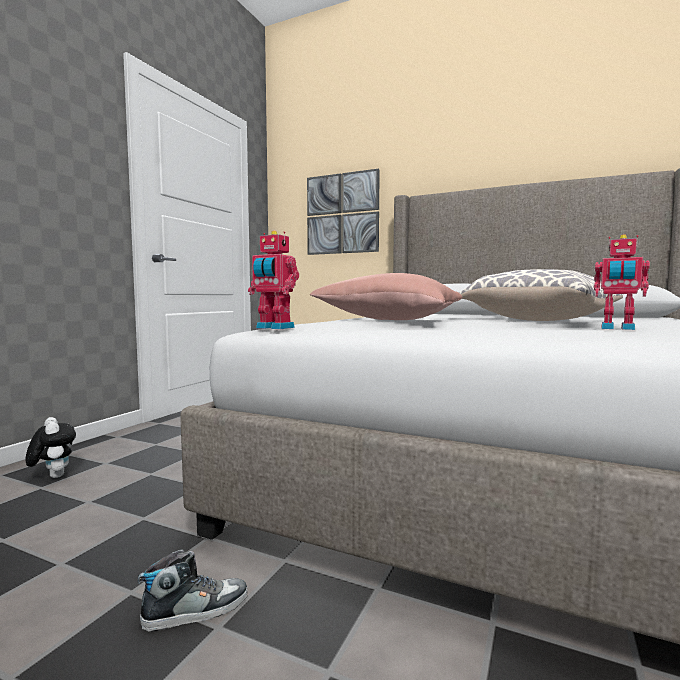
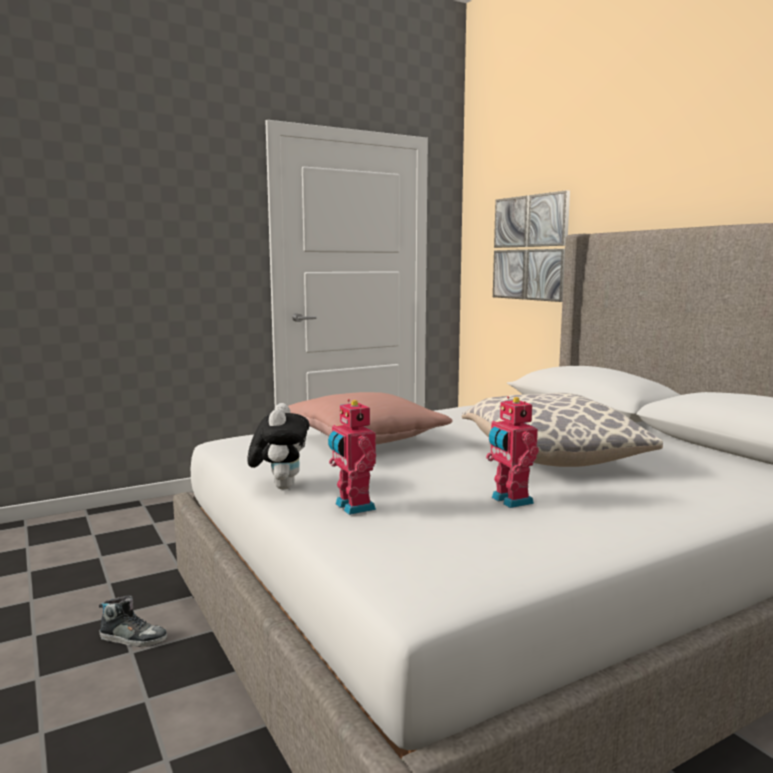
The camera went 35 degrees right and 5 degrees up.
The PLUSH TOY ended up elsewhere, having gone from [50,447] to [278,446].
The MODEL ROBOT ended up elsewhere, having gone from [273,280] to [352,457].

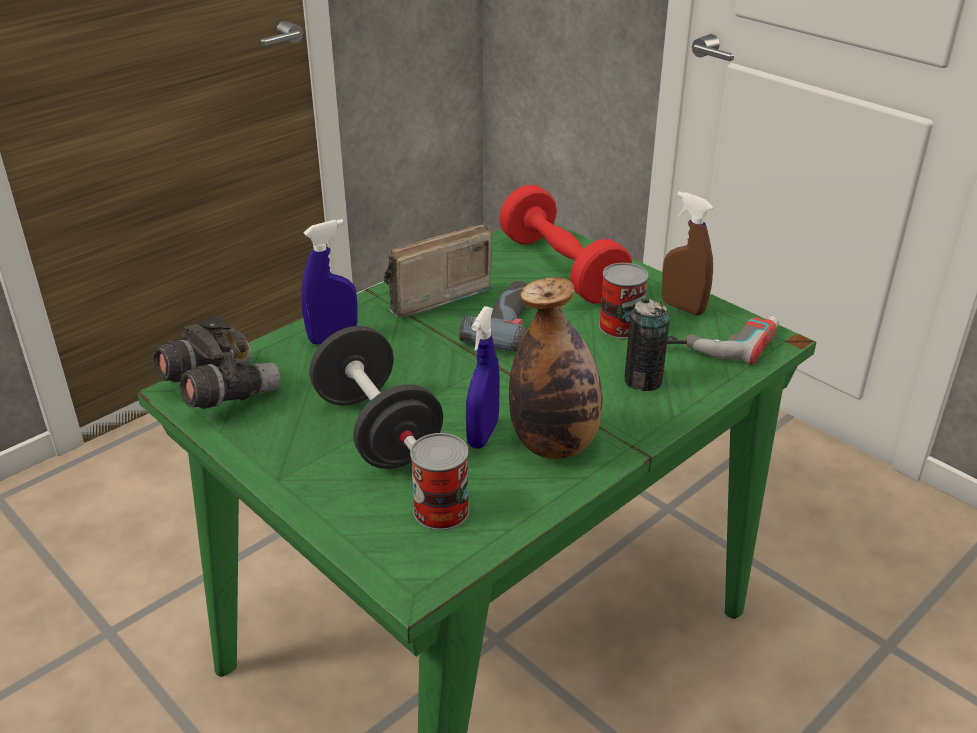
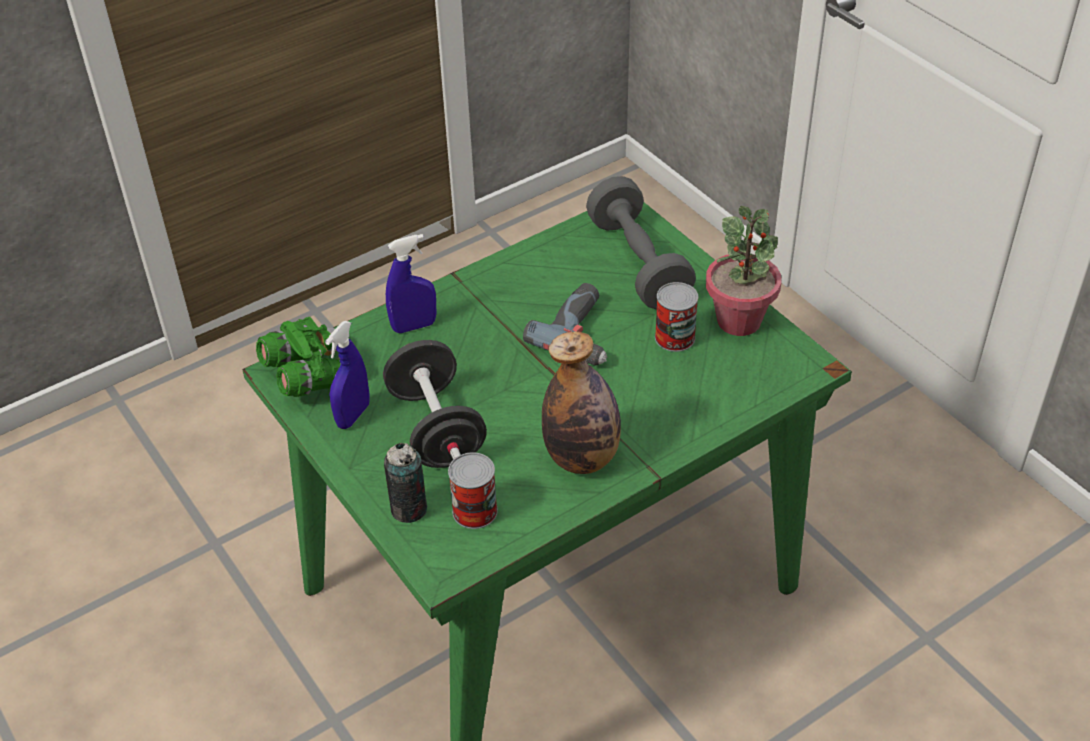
The camera went 10 degrees right and 10 degrees up.
What was the GRAY PAIR OF BINOCULARS at [217,362] turned into the GREENISH PAIR OF BINOCULARS at [298,357].
The BLUE-COLOURED SPRAYER ended up elsewhere, having gone from [483,377] to [347,375].
The METAL CAN ended up elsewhere, having gone from [647,345] to [405,483].
What was the RED FREE WEIGHT at [565,244] turned into the GRAY FREE WEIGHT at [641,242].
Where the BROWNISH SPRAYER stood at [687,253], the HOUSEPLANT came to stand at [743,271].
The second view lost the RADIO at [438,271].
The second view lost the DRILL at [723,340].

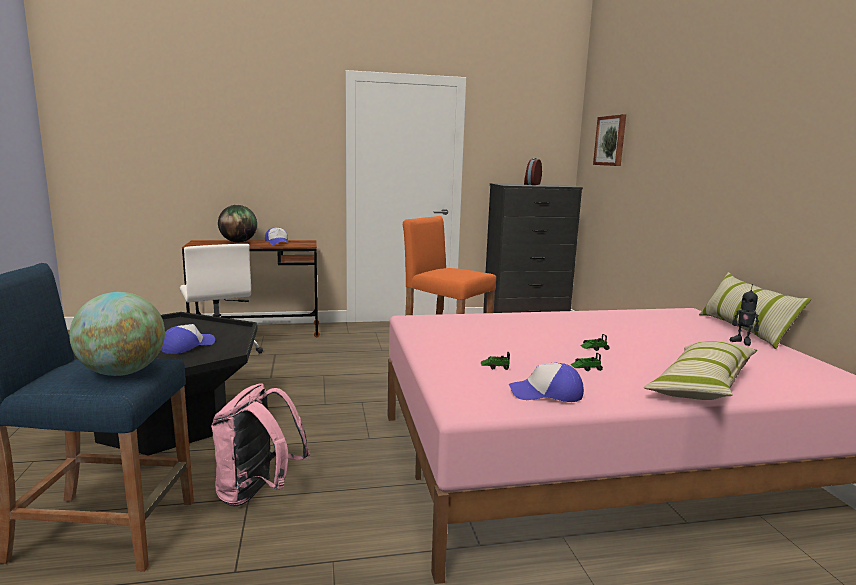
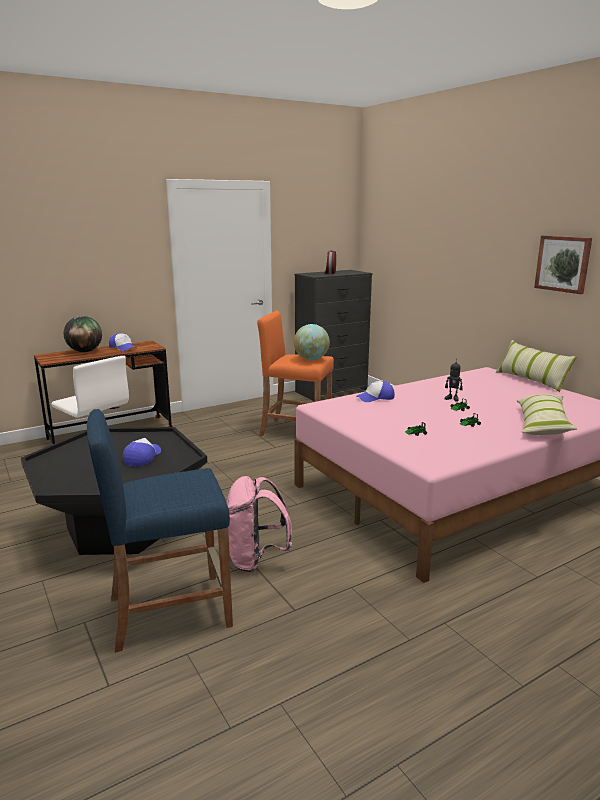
The camera went 20 degrees left and 5 degrees up.
The GLOBE ended up elsewhere, having gone from [117,334] to [312,342].
The CAP ended up elsewhere, having gone from [546,382] to [375,391].
The MODEL ROBOT ended up elsewhere, having gone from [744,315] to [454,382].
The WALL ART ended up elsewhere, having gone from [609,140] to [563,264].

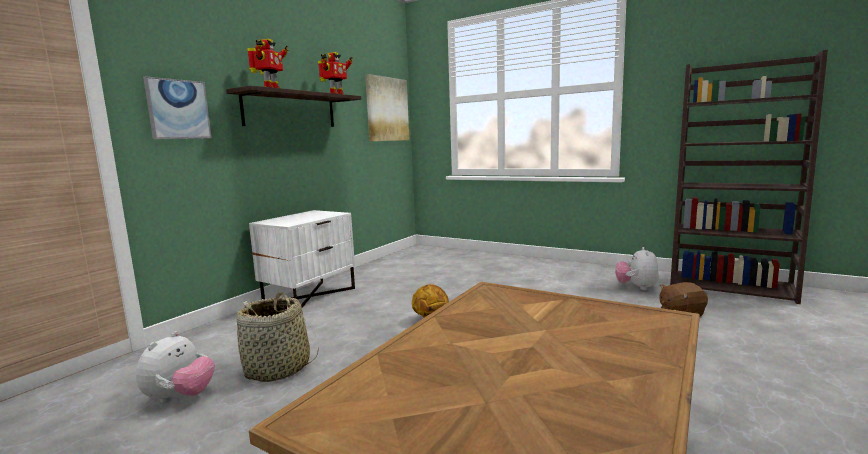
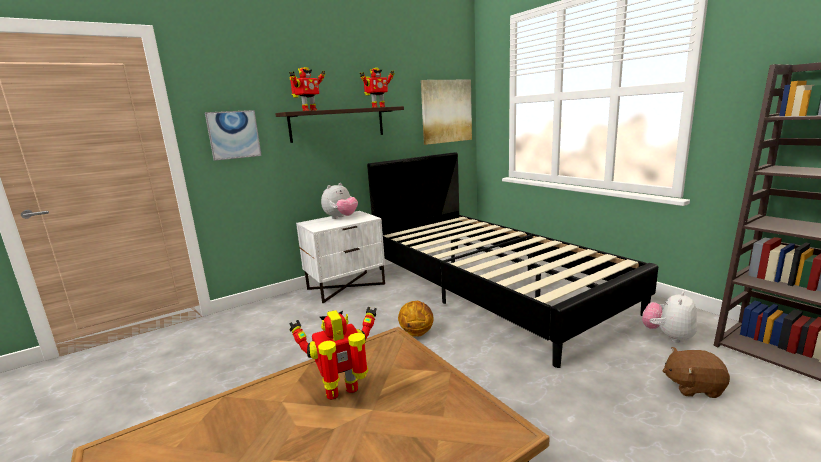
The camera went 25 degrees right and 5 degrees up.
The second view gained the MODEL ROBOT at [333,353].
The PLUSH TOY ended up elsewhere, having gone from [175,367] to [339,201].
The second view gained the BLACKISH SLEEPING BED at [512,260].
The second view lost the STORAGE BASKET at [277,337].

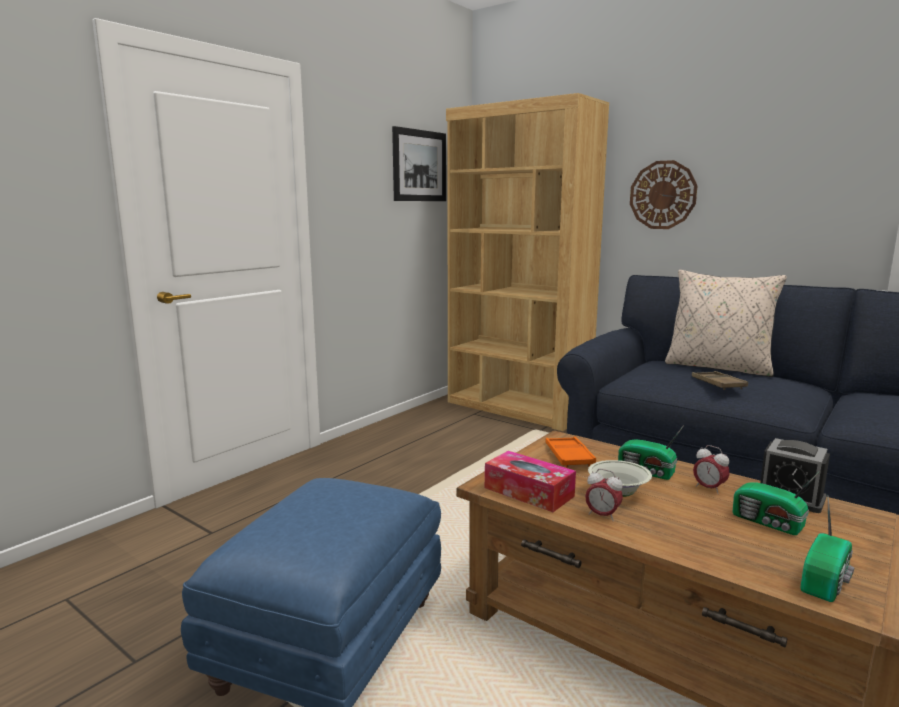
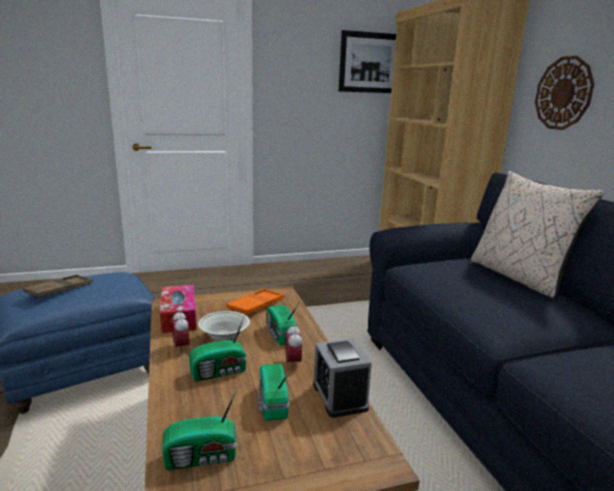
The camera went 35 degrees right and 5 degrees up.
The BROWNISH CARRYING TRAY ended up elsewhere, having gone from [720,380] to [58,286].
The second view gained the RADIO at [218,348].

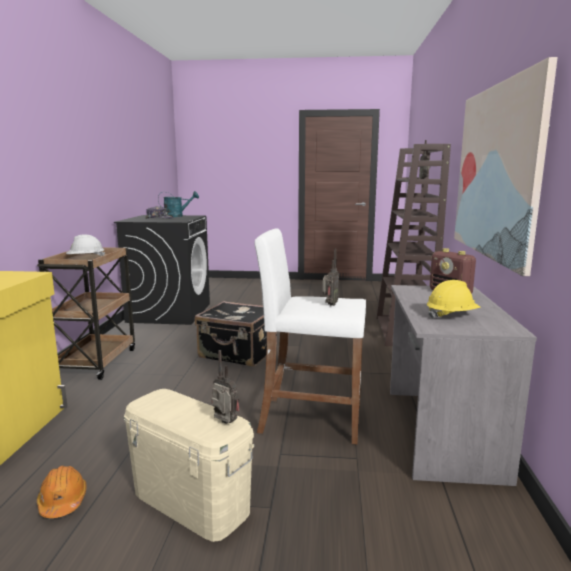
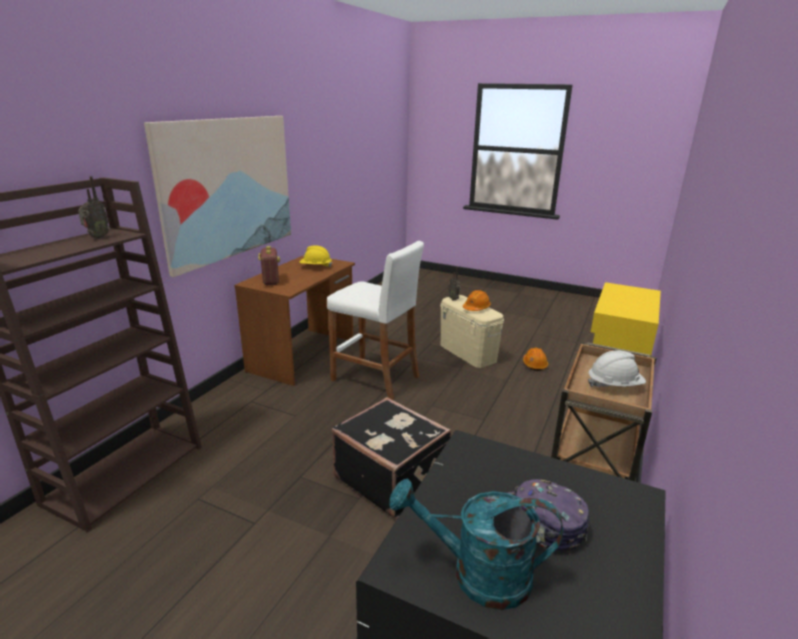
The camera went 160 degrees left and 10 degrees up.
What was the GRAY DESK TABLE at [463,385] turned into the BROWNISH DESK TABLE at [294,320].
The second view gained the ORANGE-COLOURED HARD HAT at [477,300].
The second view lost the RADIO at [330,277].

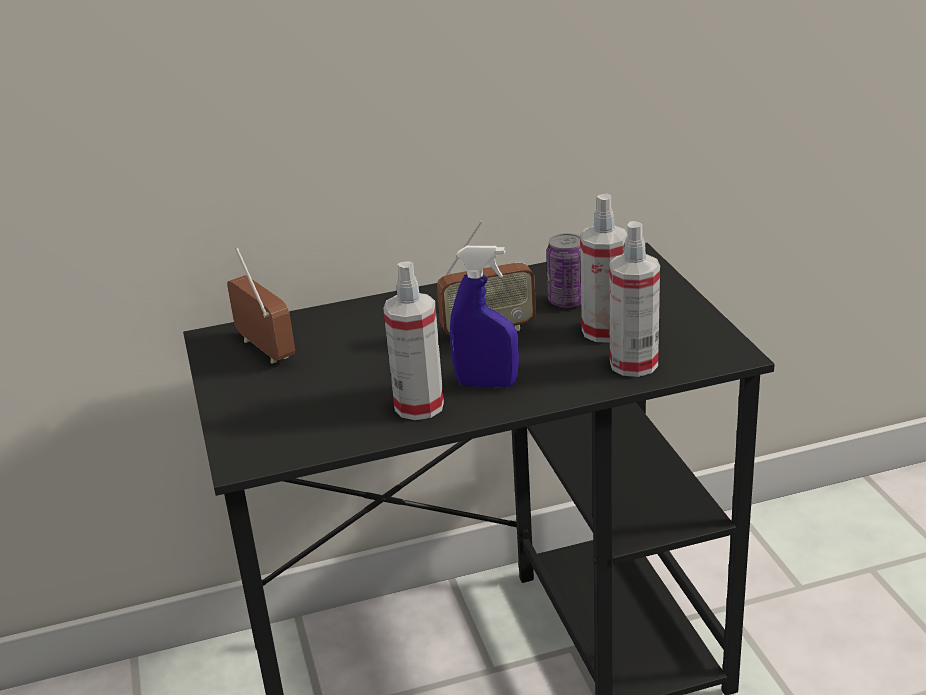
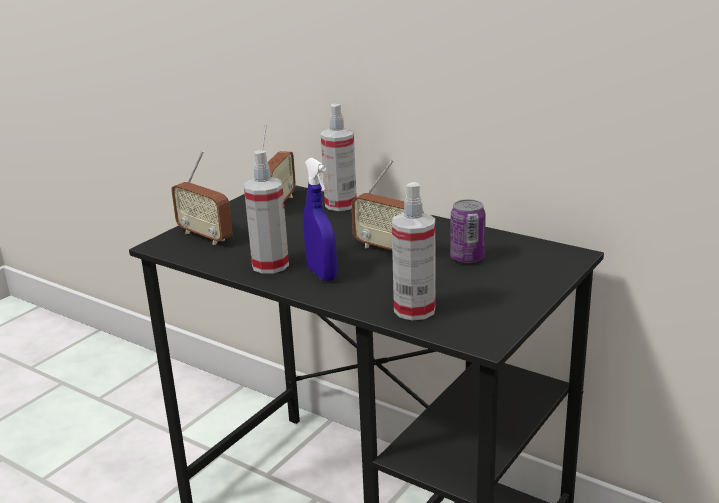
The camera went 50 degrees right and 5 degrees down.
The second view gained the RADIO at [202,197].
The SPRAYER ended up elsewhere, having gone from [603,268] to [339,157].

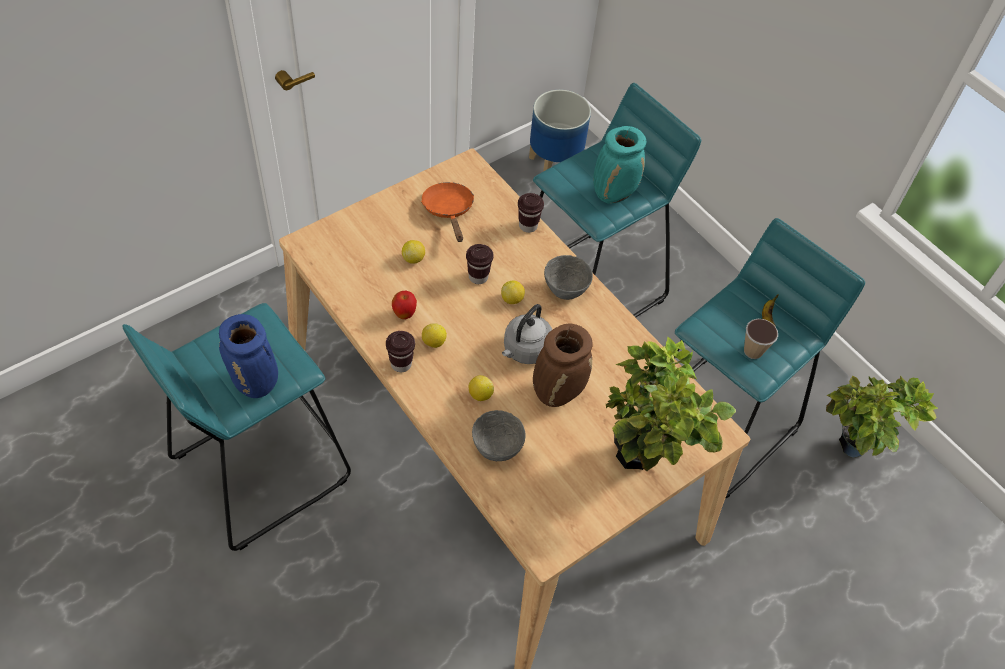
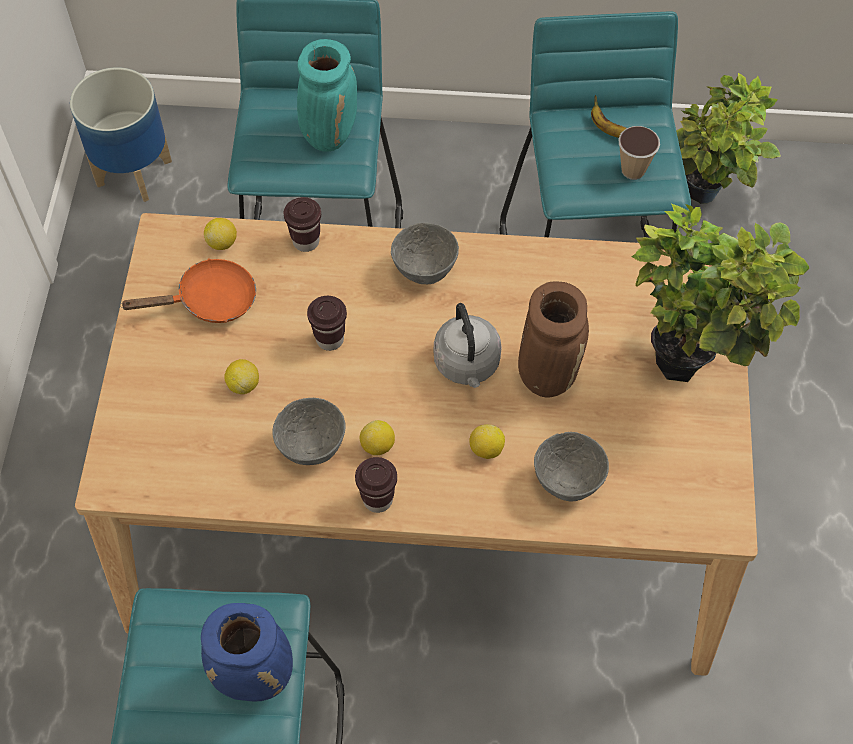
The camera went 45 degrees left and 5 degrees up.
The ORANGE-COLOURED SKILLET at [447,212] ended up facing another way, 135 degrees clockwise from before.
The LEMON ended up elsewhere, having gone from [513,292] to [220,234].
Where the APPLE FRUIT stood at [404,305], the GRAY SERVING BOWL came to stand at [309,431].

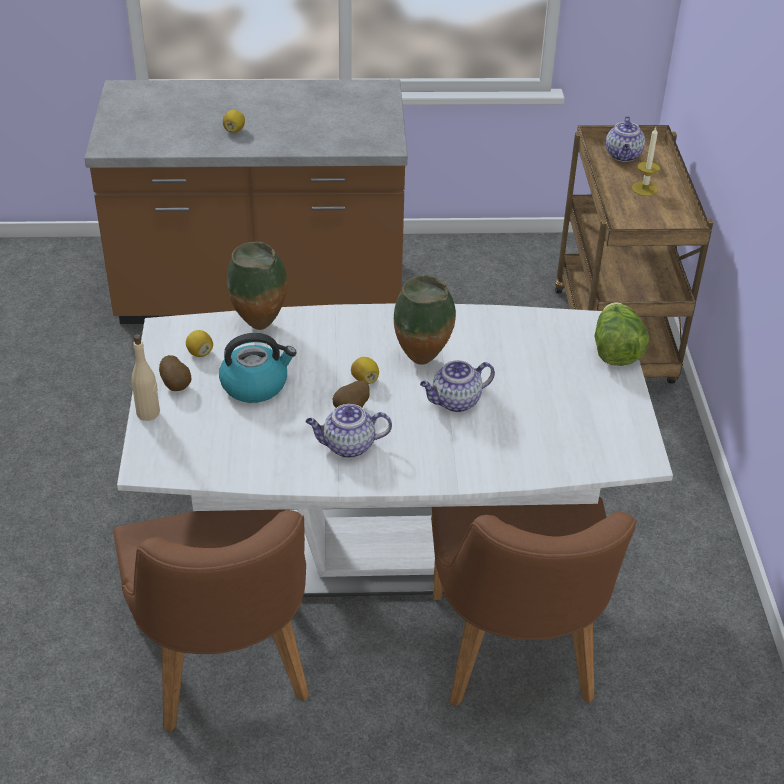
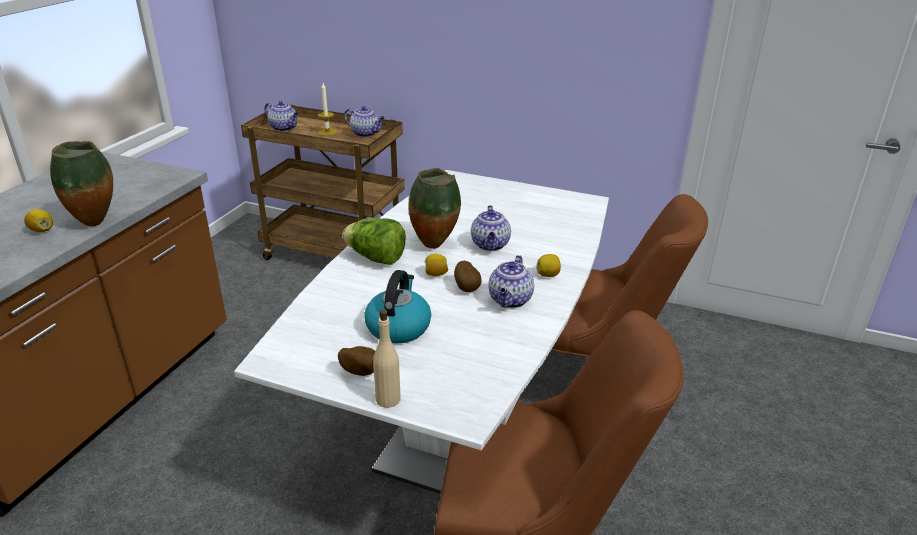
The camera went 65 degrees left and 10 degrees down.
The DECORATIVE VASE ended up elsewhere, having gone from [257,286] to [81,183].
The LETTUCE HEAD ended up elsewhere, having gone from [621,334] to [374,241].
The second view gained the TEAPOT at [364,121].
The LEMON ended up elsewhere, having gone from [199,343] to [548,265].

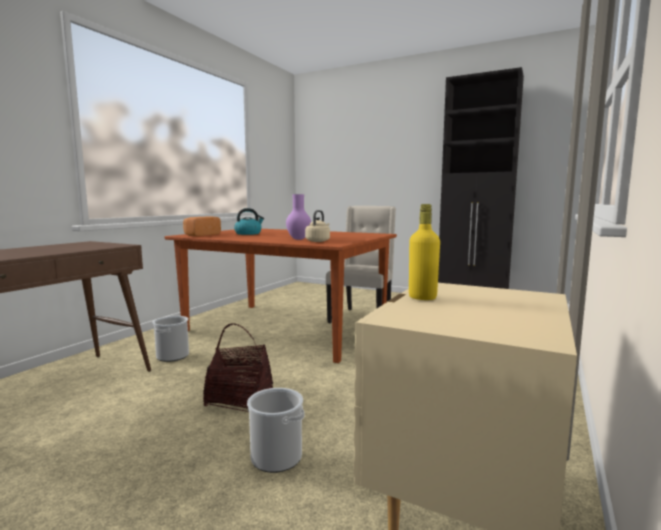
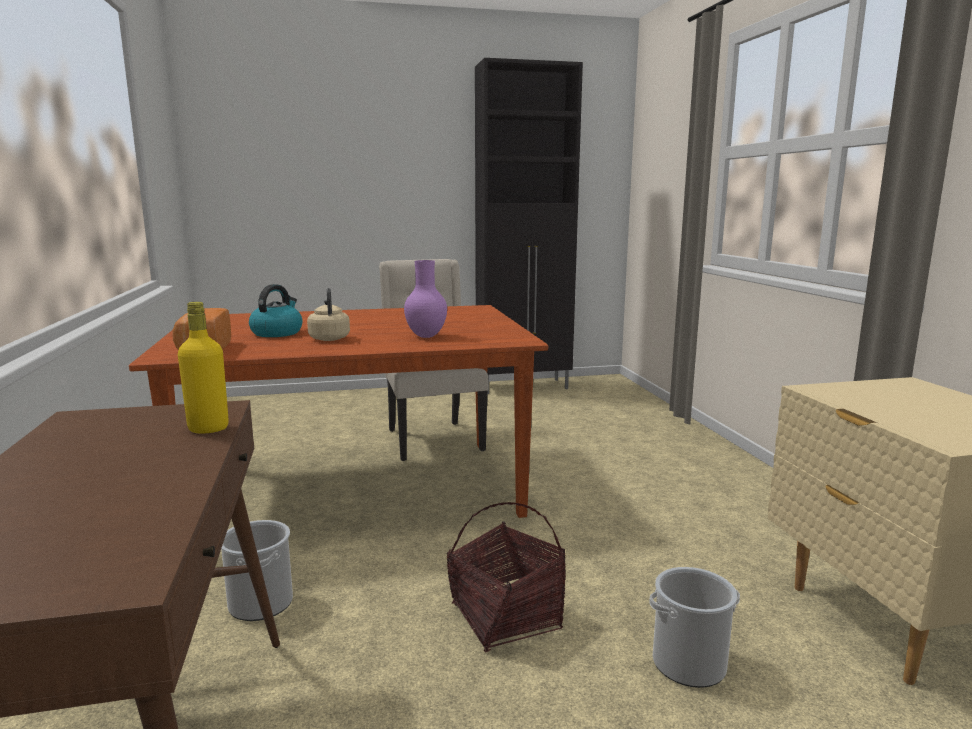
The camera went 40 degrees left and 5 degrees up.
The YELLOW BEVERAGE BOTTLE ended up elsewhere, having gone from [424,252] to [203,367].
The SAND-COLOURED TEA KETTLE ended up elsewhere, having gone from [317,226] to [328,314].

